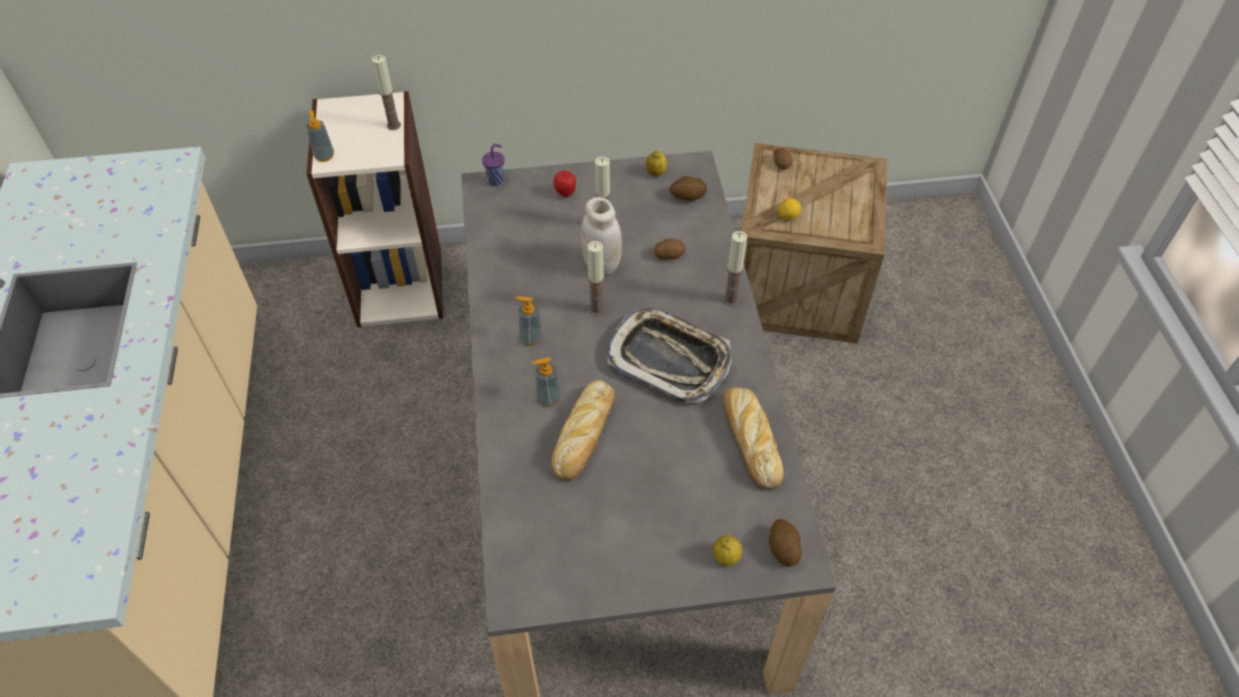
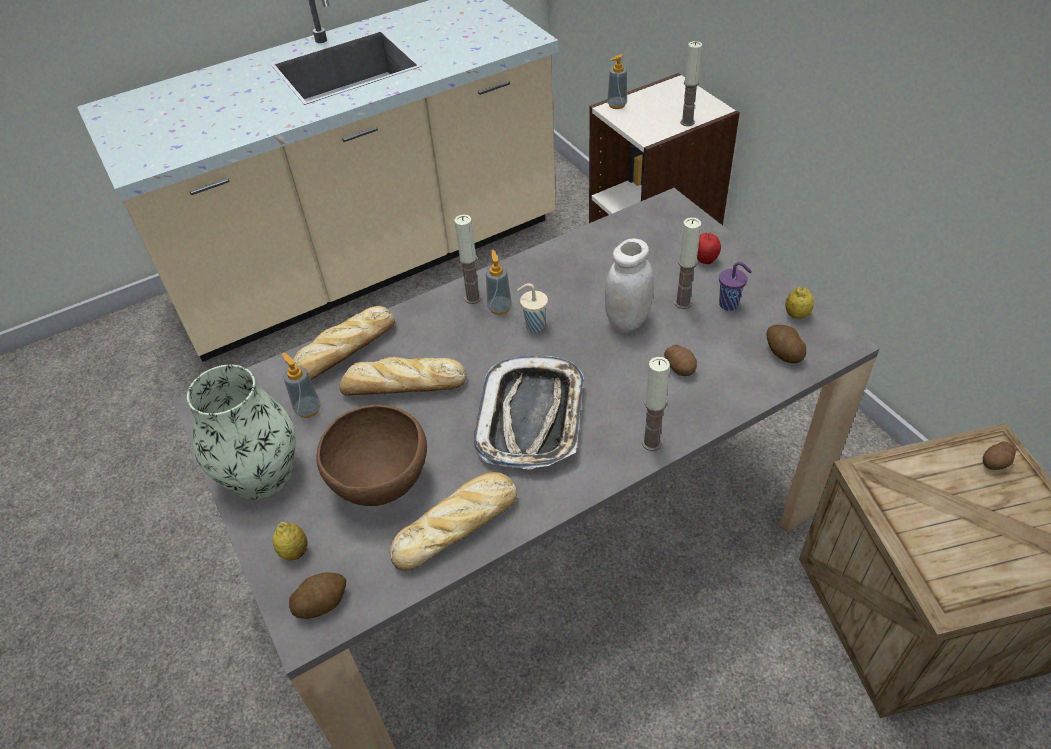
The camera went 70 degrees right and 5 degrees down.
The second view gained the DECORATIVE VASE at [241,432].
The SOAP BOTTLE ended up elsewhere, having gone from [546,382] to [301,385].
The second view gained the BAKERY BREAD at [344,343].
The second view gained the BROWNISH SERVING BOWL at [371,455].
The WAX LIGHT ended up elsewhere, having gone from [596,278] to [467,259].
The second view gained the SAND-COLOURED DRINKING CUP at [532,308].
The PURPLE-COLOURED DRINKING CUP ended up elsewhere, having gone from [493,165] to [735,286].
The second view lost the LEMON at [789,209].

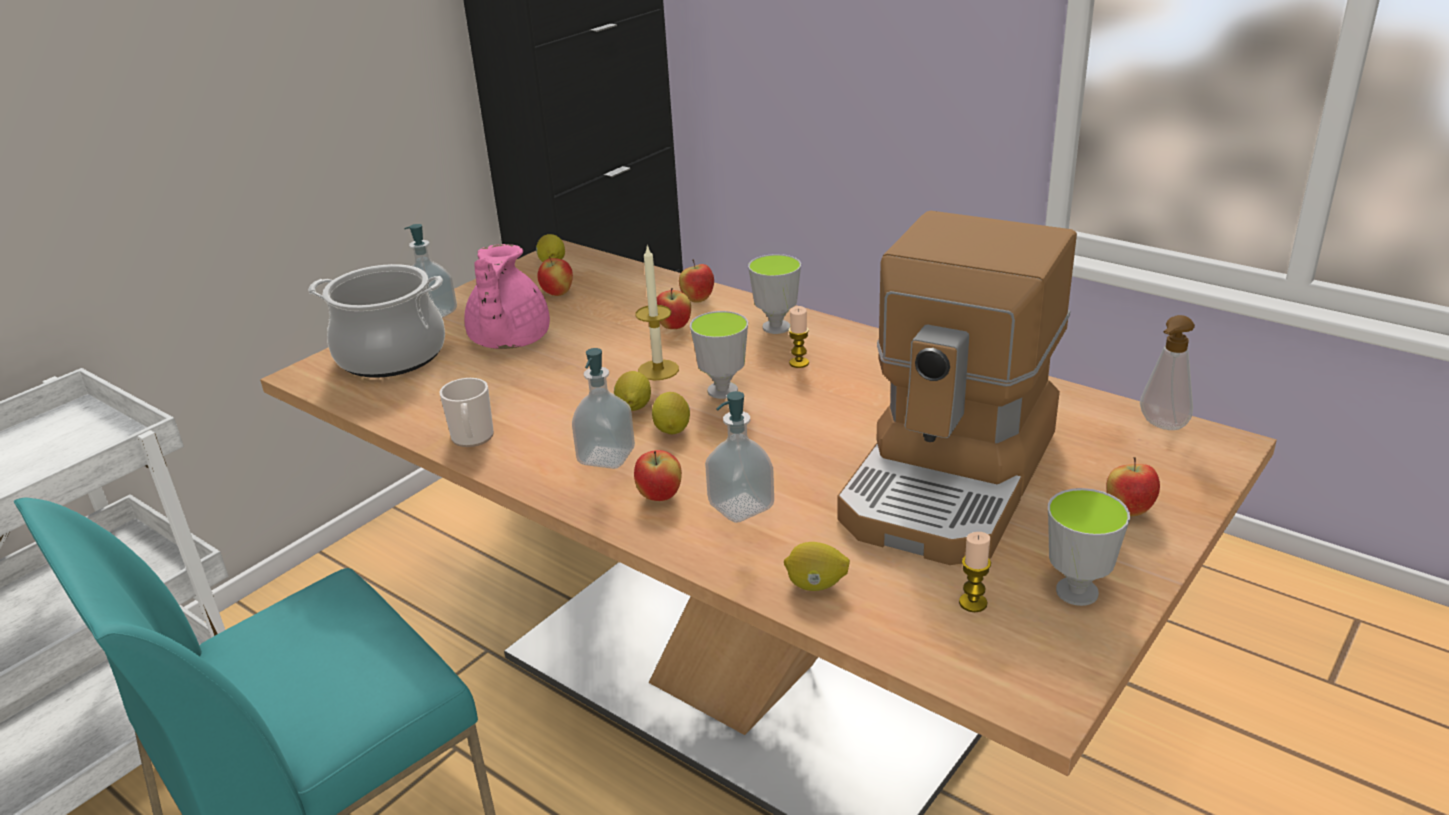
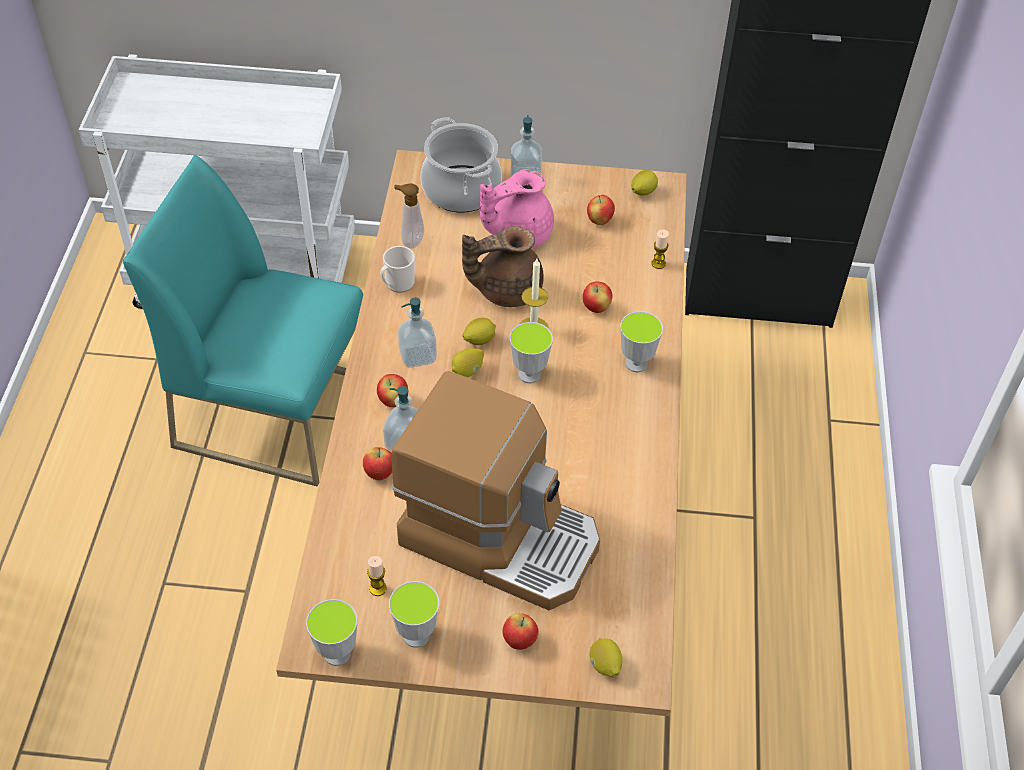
The camera went 55 degrees right and 20 degrees up.
The second view gained the DRINKING CUP at [331,632].
The APPLE FRUIT ended up elsewhere, having gone from [696,281] to [377,463].
The COFFEE MAKER at [957,388] ended up facing another way, 150 degrees counterclockwise from before.
The SOAP BOTTLE ended up elsewhere, having gone from [1167,372] to [409,216].
The second view gained the BROWNISH TEAPOT at [503,266].
The LEMON ended up elsewhere, having gone from [817,566] to [606,657].
The WAX LIGHT ended up elsewhere, having gone from [798,337] to [660,249].

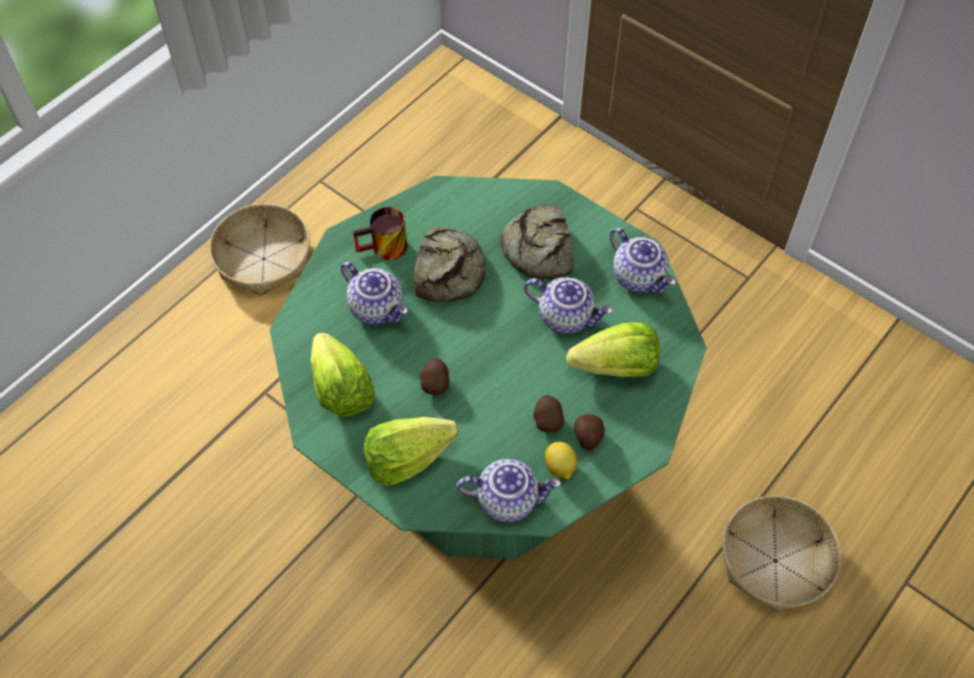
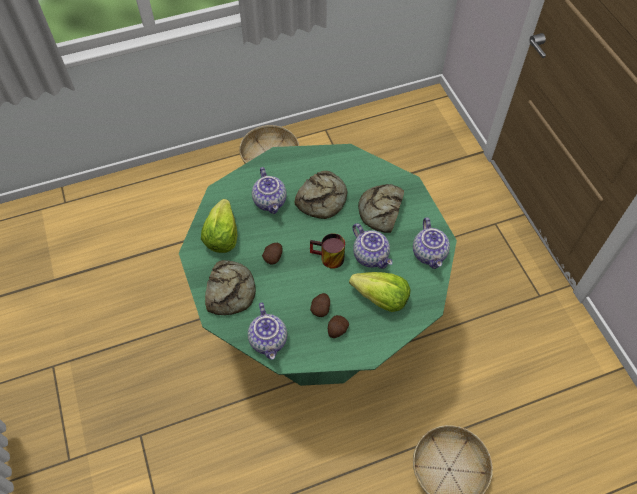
The camera went 30 degrees right and 0 degrees up.
Where the LETTUCE HEAD stood at [411,451], the BAKERY BREAD came to stand at [230,287].
The TEAPOT at [508,490] ended up facing another way, 45 degrees clockwise from before.
The MUG ended up elsewhere, having gone from [380,233] to [327,251].
The second view lost the LEMON at [561,461].

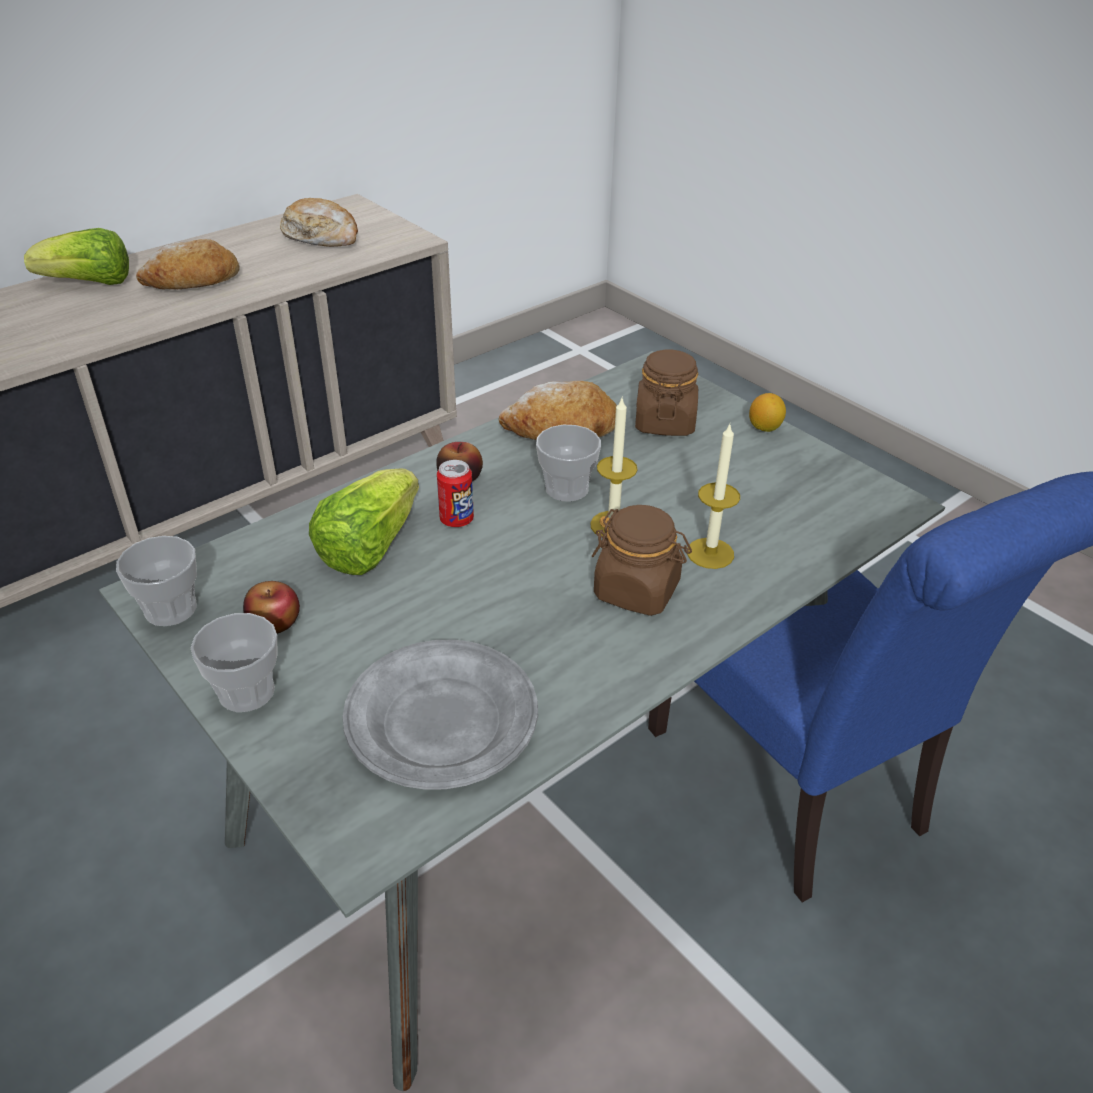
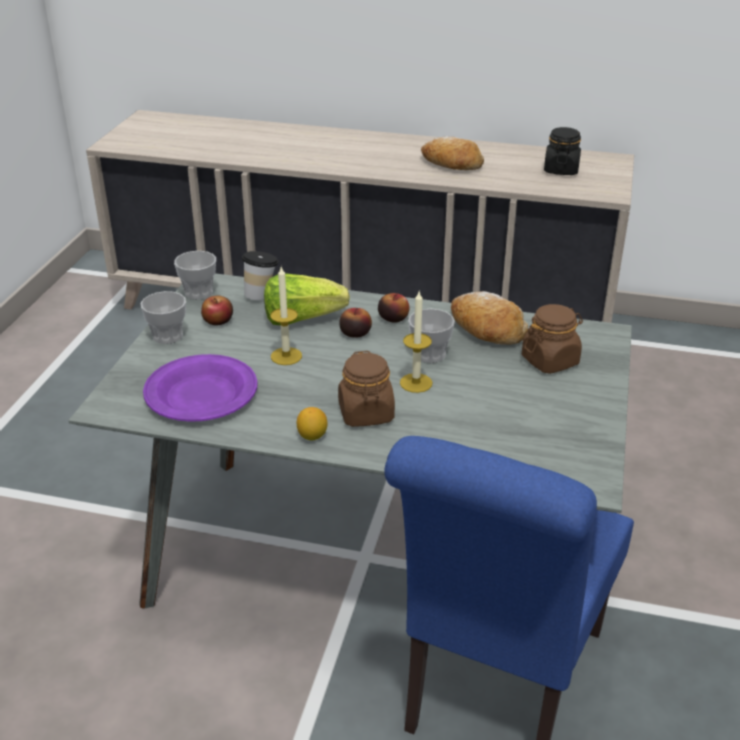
The camera went 55 degrees right and 5 degrees down.
What was the GRAY FLAT DISH at [440,715] turned into the PURPLE-COLOURED FLAT DISH at [200,388].
The second view gained the DRINKING CUP at [260,275].
The WAX LIGHT ended up elsewhere, having gone from [713,496] to [286,316].
The LEMON ended up elsewhere, having gone from [767,412] to [312,424].
Where the METAL CAN stood at [455,493], the APPLE FRUIT came to stand at [355,323].
Where the BAKERY BREAD stood at [319,222], the BLACKISH PRESERVE JAR came to stand at [562,151].
The second view lost the LETTUCE HEAD at [76,256].

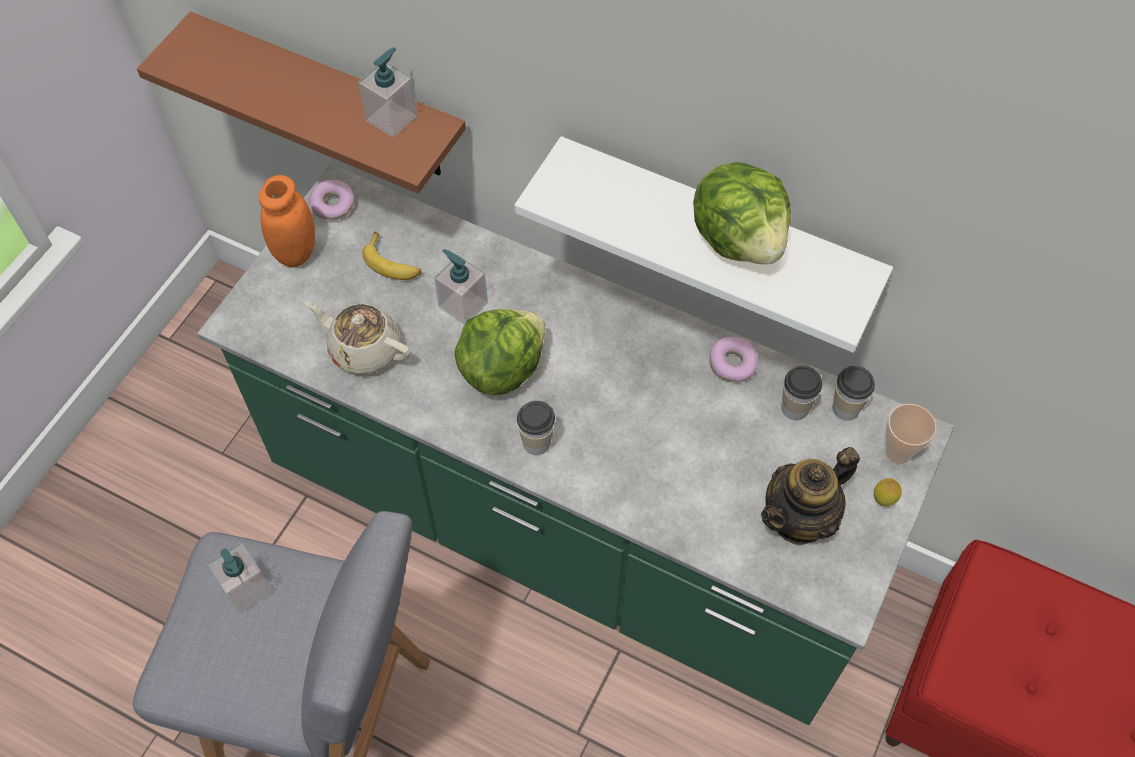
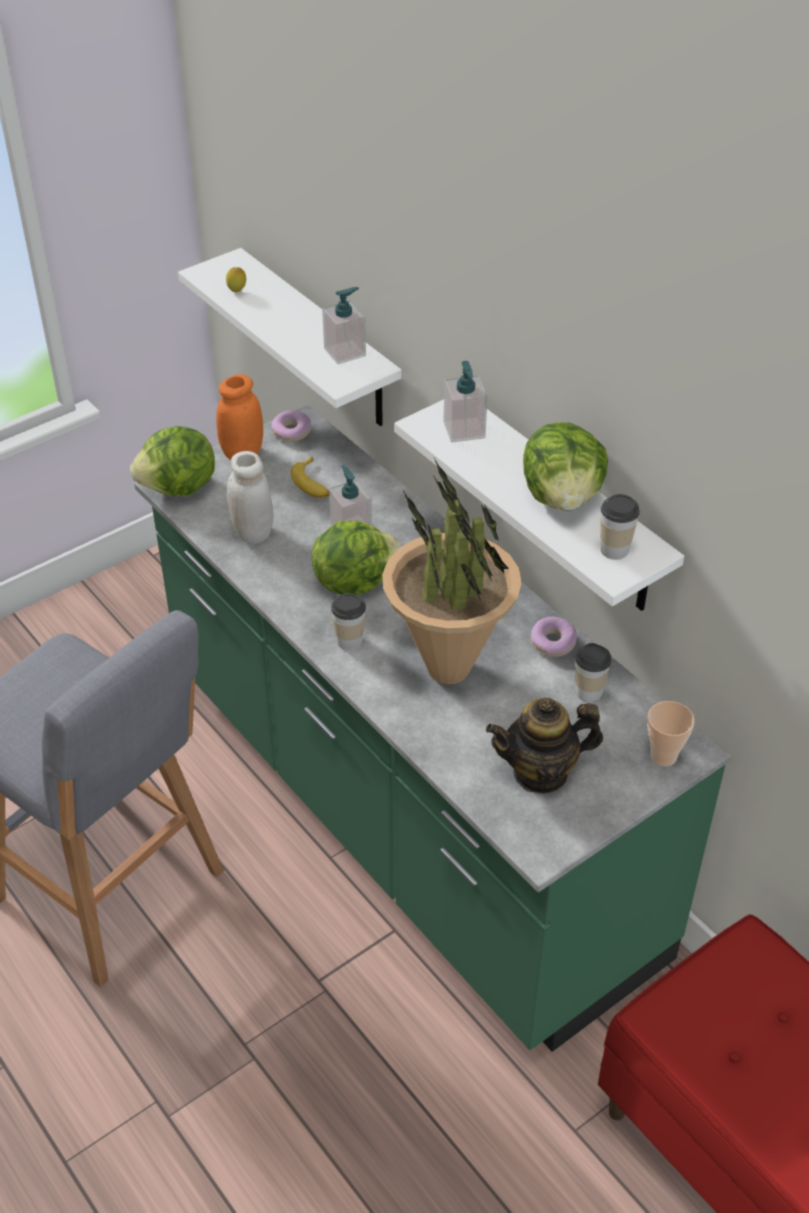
The camera went 25 degrees right and 15 degrees down.
The second view gained the LETTUCE HEAD at [172,461].
What was the BROWNISH WALL SHELF at [301,103] turned into the WHITE-COLOURED WALL SHELF at [290,337].
The LEMON ended up elsewhere, having gone from [888,492] to [236,279].
Where the SAND-COLOURED TEAPOT stood at [358,338], the WHITE-COLOURED PRESERVE JAR came to stand at [250,497].
The second view gained the HOUSEPLANT at [452,570].
The SOAP BOTTLE ended up elsewhere, having gone from [239,577] to [465,402].
The DRINKING CUP ended up elsewhere, having gone from [854,393] to [620,527].

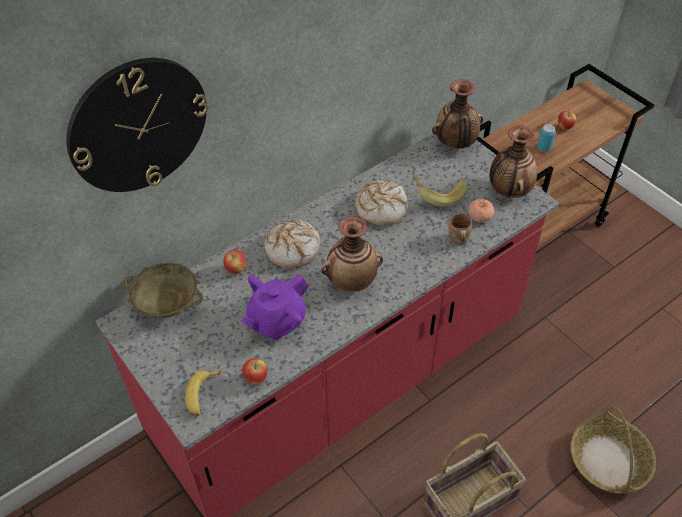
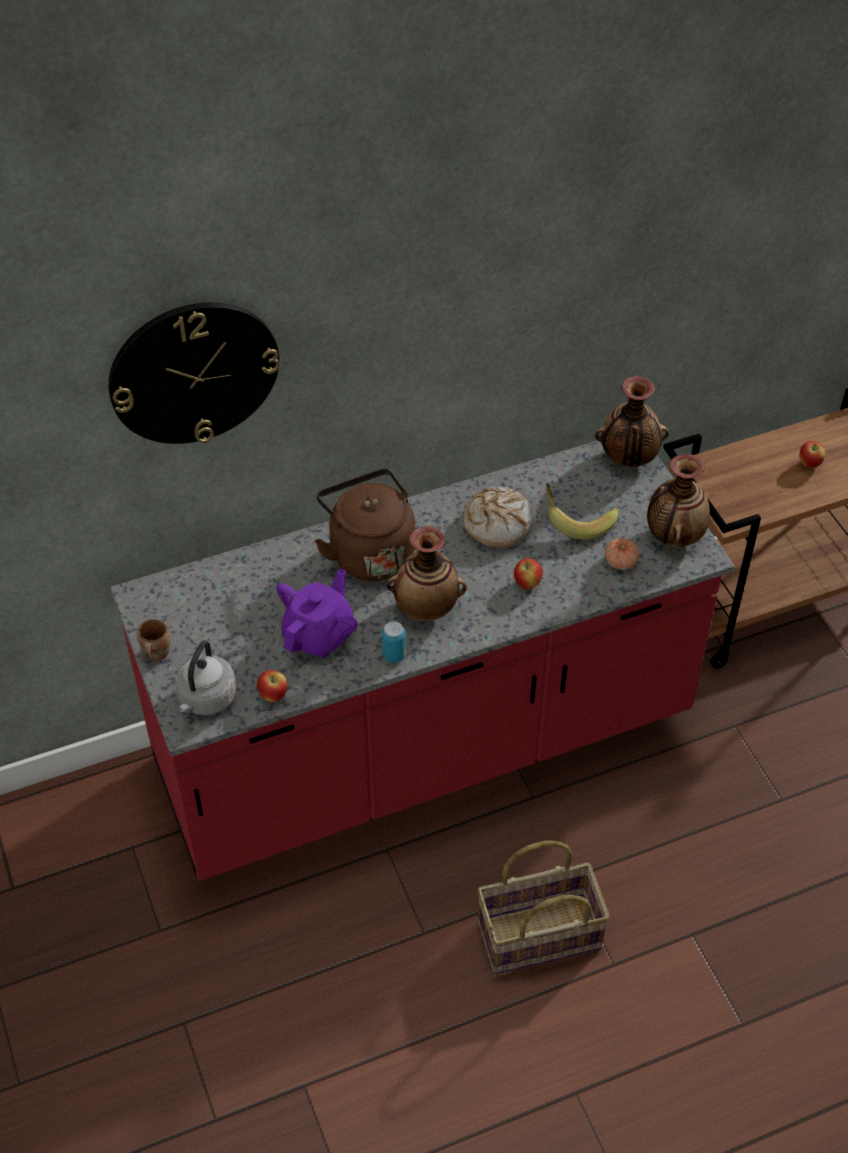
The camera went 15 degrees right and 0 degrees up.
The BROWNISH MUG ended up elsewhere, having gone from [460,229] to [153,640].
Where the BANANA FRUIT stood at [203,393], the GRAY TEA KETTLE came to stand at [206,677].
The PURPLE-COLOURED TEAPOT at [274,307] ended up facing another way, 150 degrees clockwise from before.
Where the BAKERY BREAD stood at [292,244], the BROWNISH TEA KETTLE came to stand at [365,524].
The METAL CAN ended up elsewhere, having gone from [546,138] to [394,642].
The APPLE FRUIT ended up elsewhere, having gone from [234,262] to [528,573].
The second view lost the SAND-COLOURED SERVING BOWL at [163,290].
The second view lost the STORAGE BASKET at [613,450].

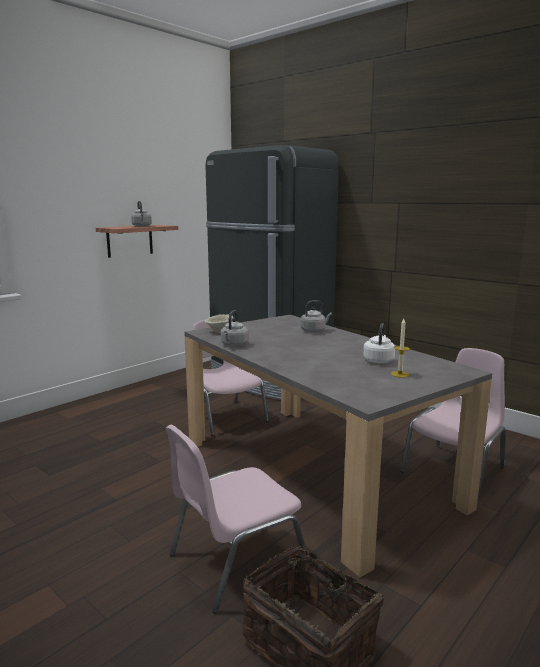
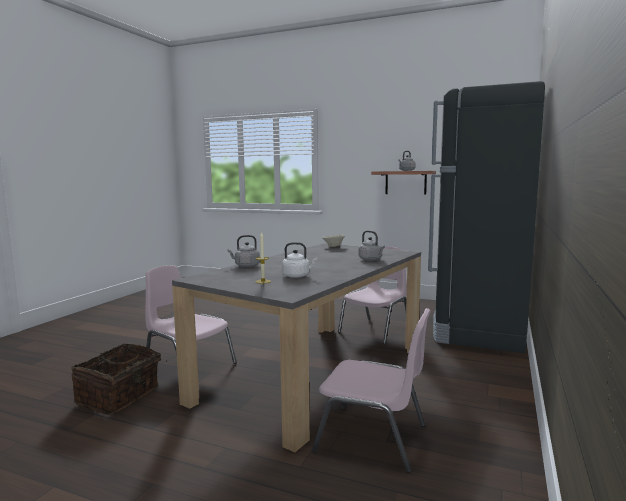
The camera went 70 degrees right and 5 degrees down.
The GRAY TEA KETTLE ended up elsewhere, having gone from [235,328] to [243,251].

